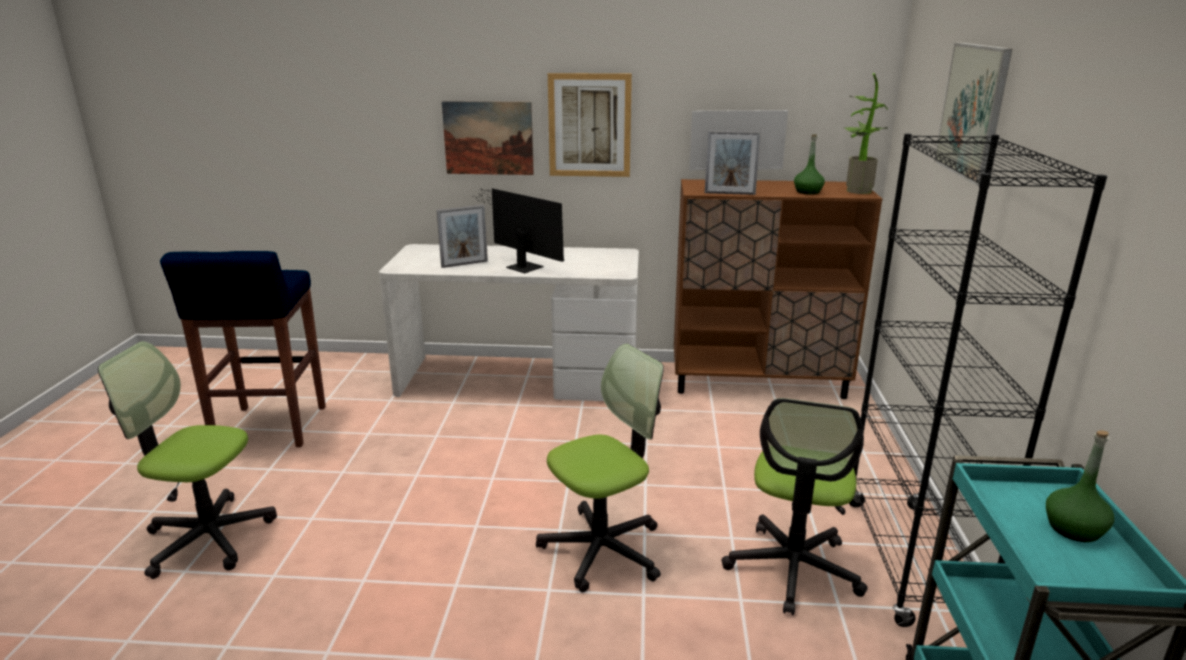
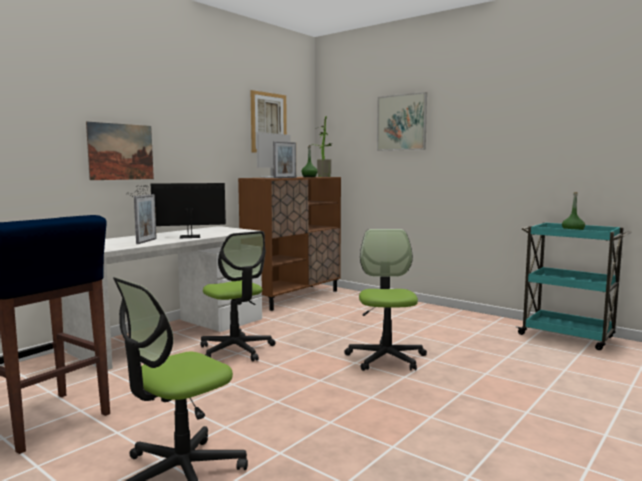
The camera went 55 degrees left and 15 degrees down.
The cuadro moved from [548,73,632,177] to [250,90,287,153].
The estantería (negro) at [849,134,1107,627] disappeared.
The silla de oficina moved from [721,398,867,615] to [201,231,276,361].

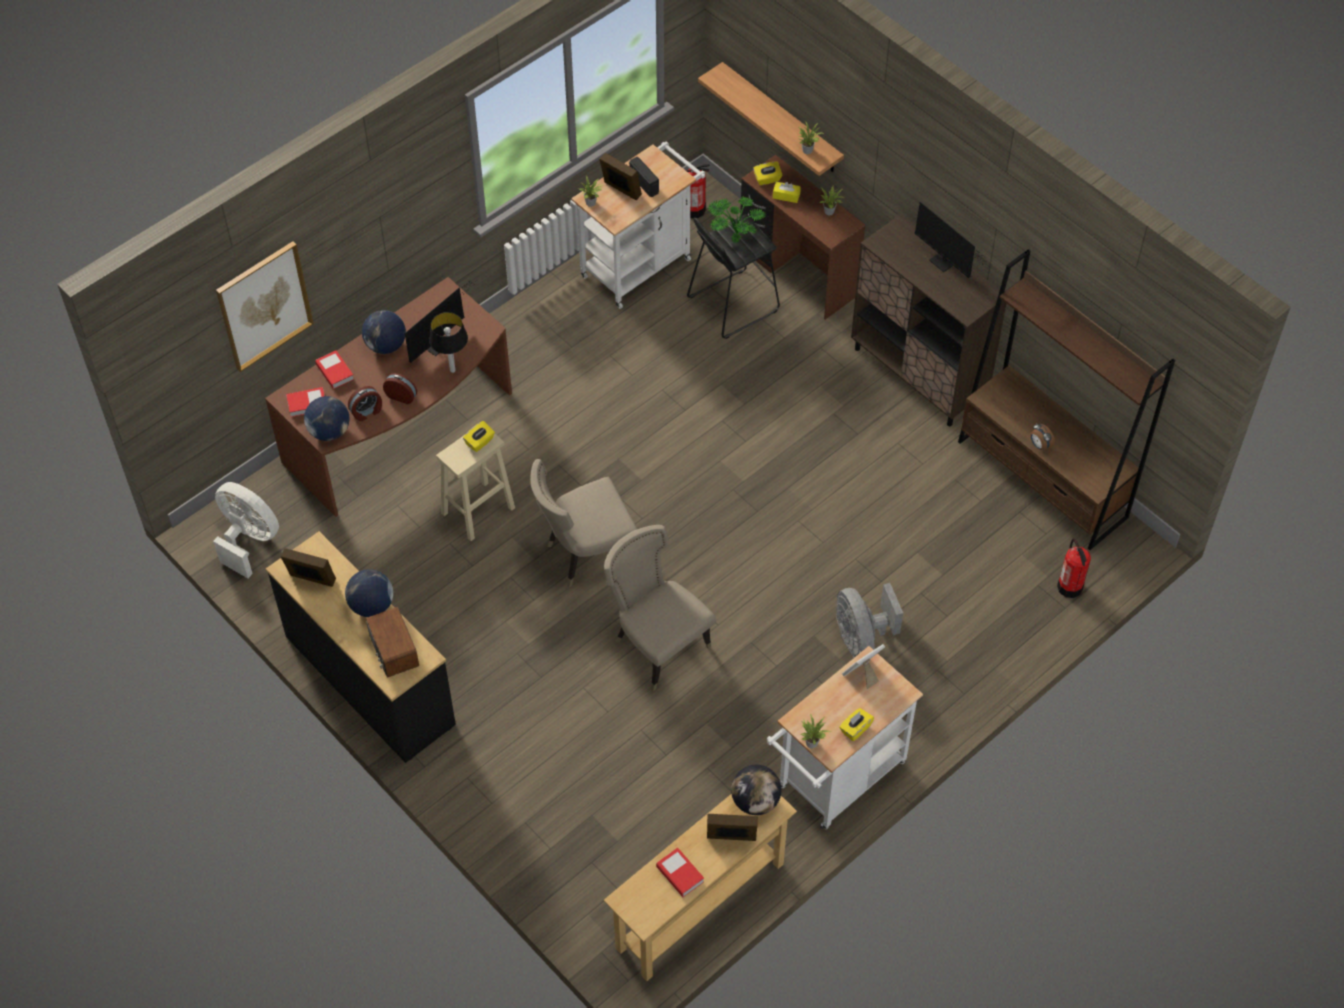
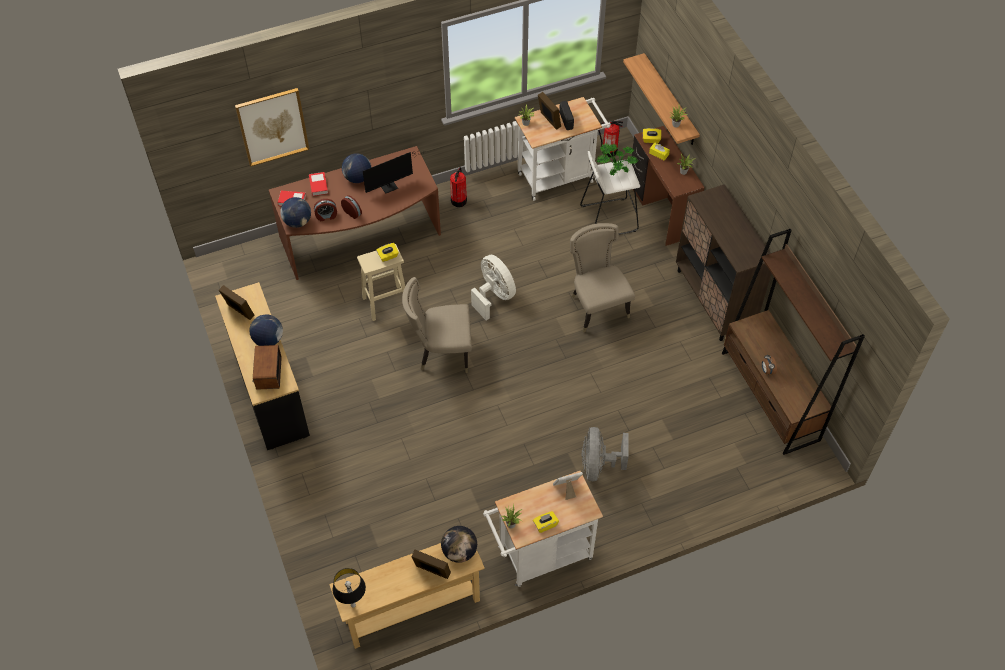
The camera went 20 degrees right and 0 degrees up.
The monitor at [915,202,990,278] disappeared.
The taburete (negro) at [687,214,780,339] became the taburete (blanco) at [580,151,640,235].
The lámpara de mesa moved from [429,312,468,373] to [333,568,366,608].
The ventilador (blanco) moved from [213,482,279,578] to [471,255,516,320].
The silla (beis) moved from [604,525,716,691] to [570,223,635,333].
The extintor moved from [1057,538,1091,598] to [450,167,467,207].
The libro at [656,848,704,897] disappeared.

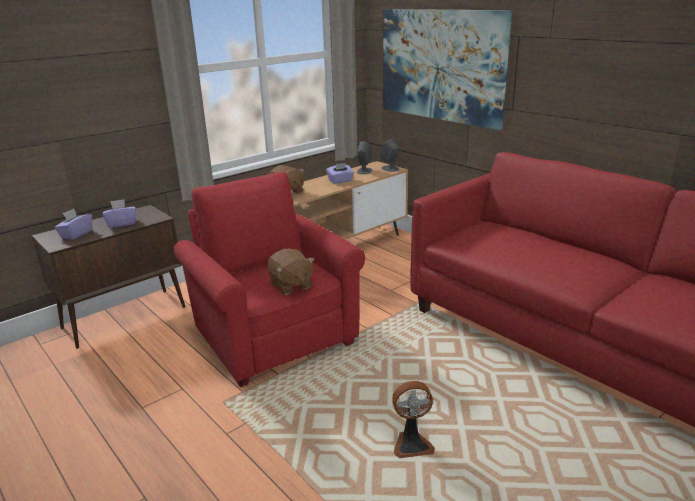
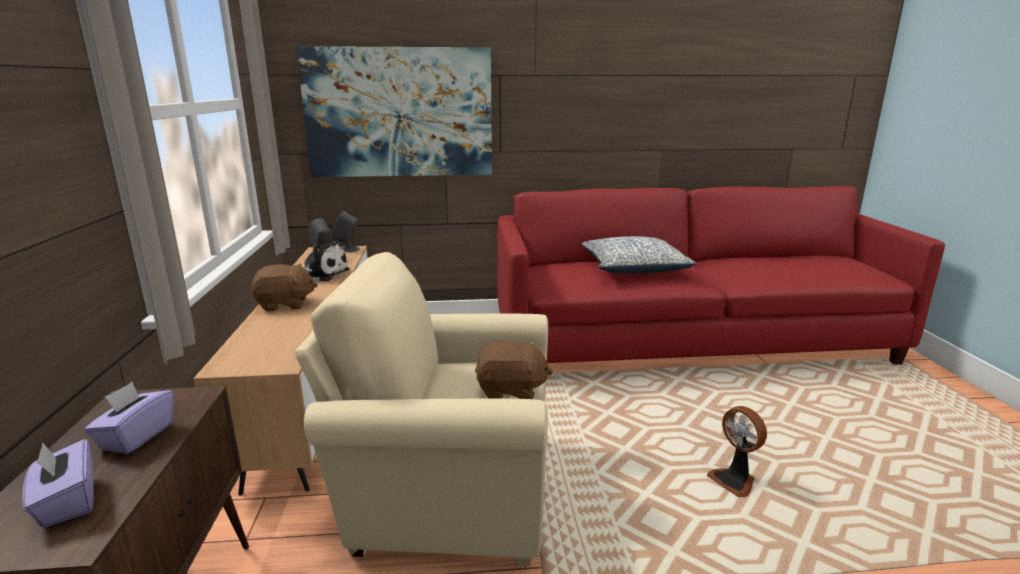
The camera went 55 degrees left and 5 degrees down.
The caja de pañuelos (morado) at [326,163,354,184] was replaced by the peluche at [304,240,350,282].
The sillón (rojo) at [174,172,365,387] became the sillón (beis) at [295,252,548,566].
The ventilador at [392,381,435,458] turned 120 degrees clockwise.
The cojín at [582,236,697,273] appeared.

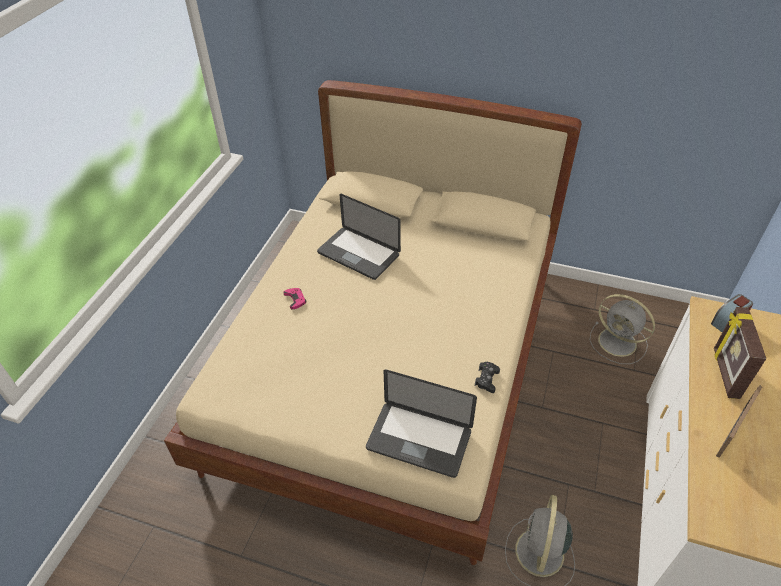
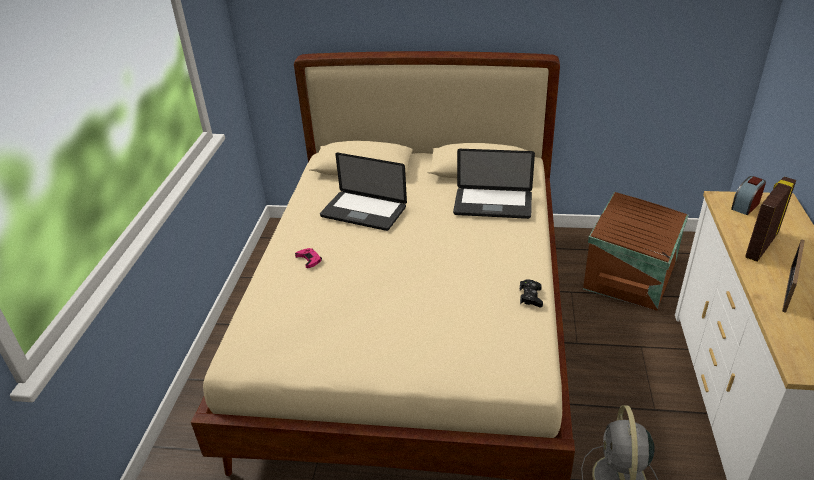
The camera went 10 degrees left and 10 degrees down.
The ventilador (gris) at [590,294,655,364] was replaced by the caja de almacenaje (marrón) at [583,192,688,311].
The portarretratos at [714,307,766,399] turned 45 degrees clockwise.
The portátil moved from [366,370,477,478] to [453,149,535,219].

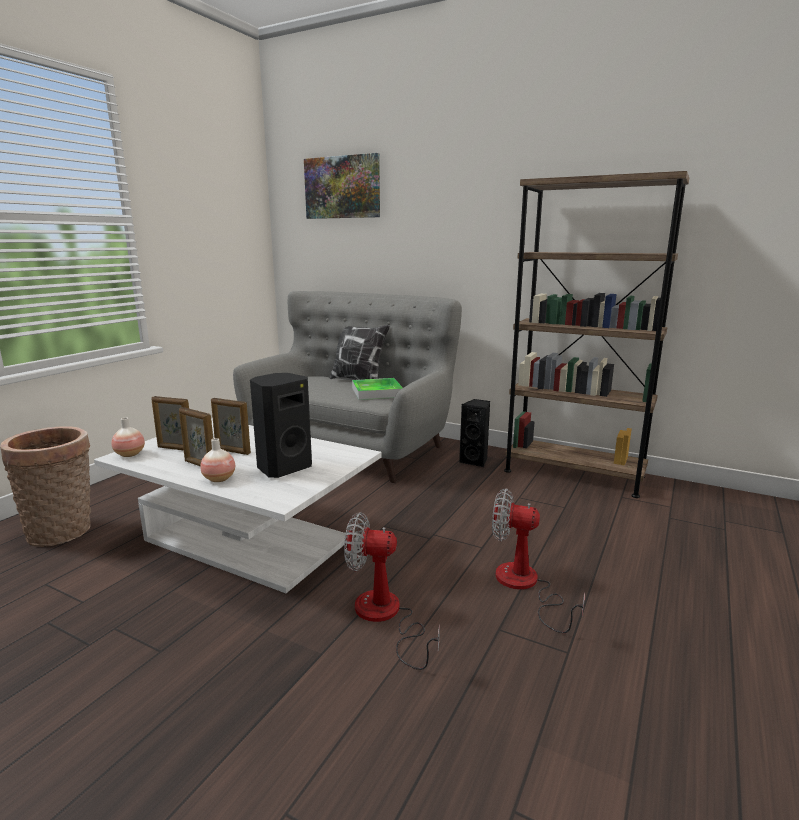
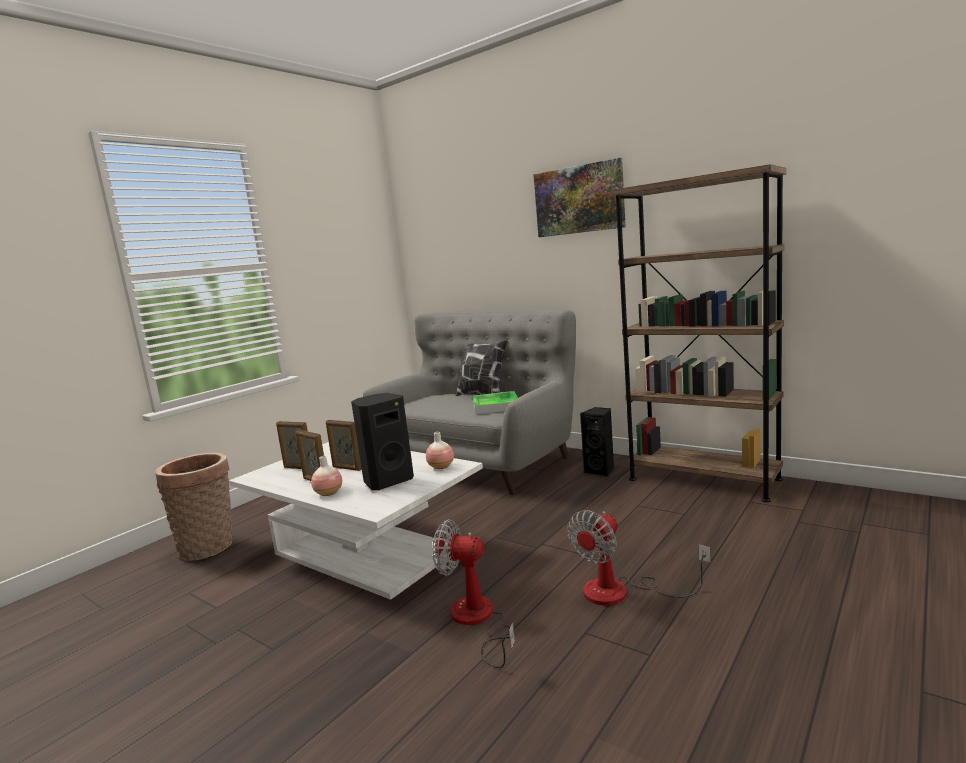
The camera went 10 degrees right and 5 degrees down.
The cuadro moved from [304,153,380,219] to [533,158,626,237].
The florero moved from [111,417,145,457] to [426,432,454,469].
The ventilador at [492,488,585,633] turned 75 degrees counterclockwise.

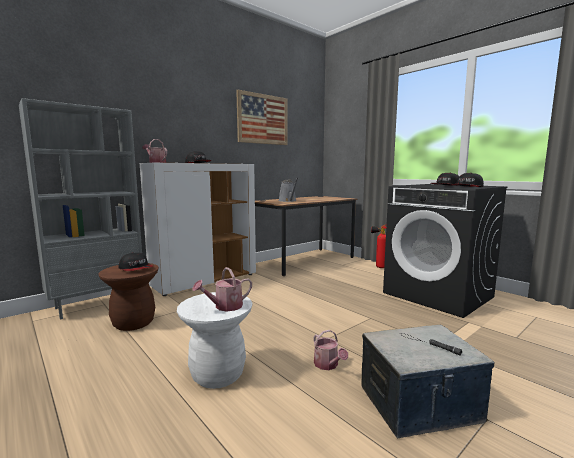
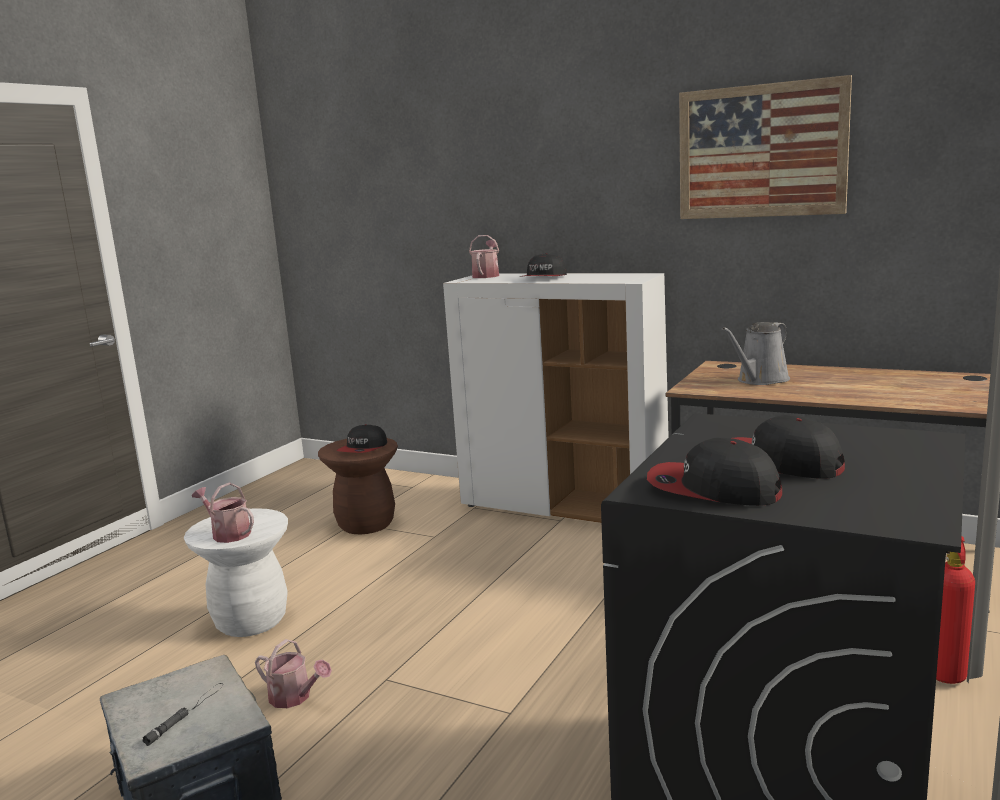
The camera went 70 degrees right and 5 degrees up.
The estantería (gris) at [19,98,142,319] disappeared.
The regadera at [313,330,348,370] turned 105 degrees counterclockwise.

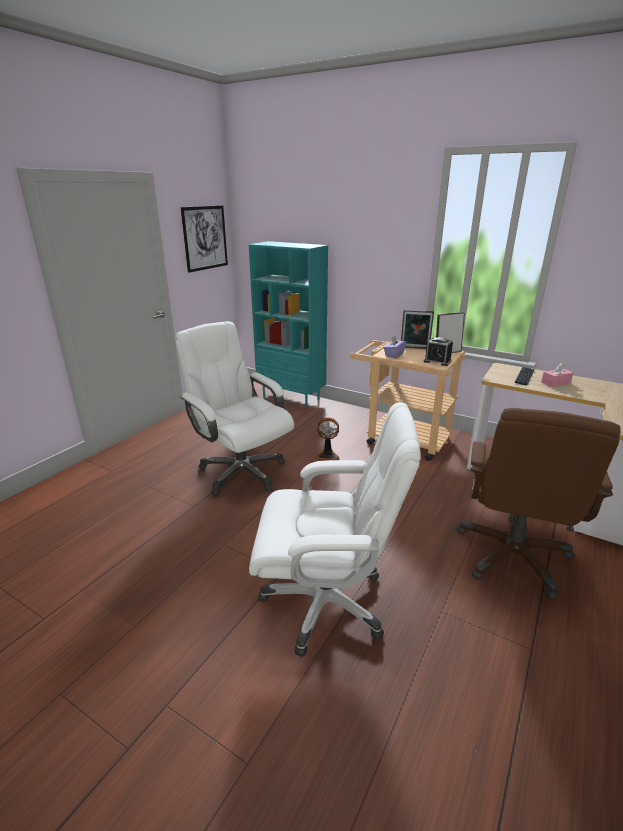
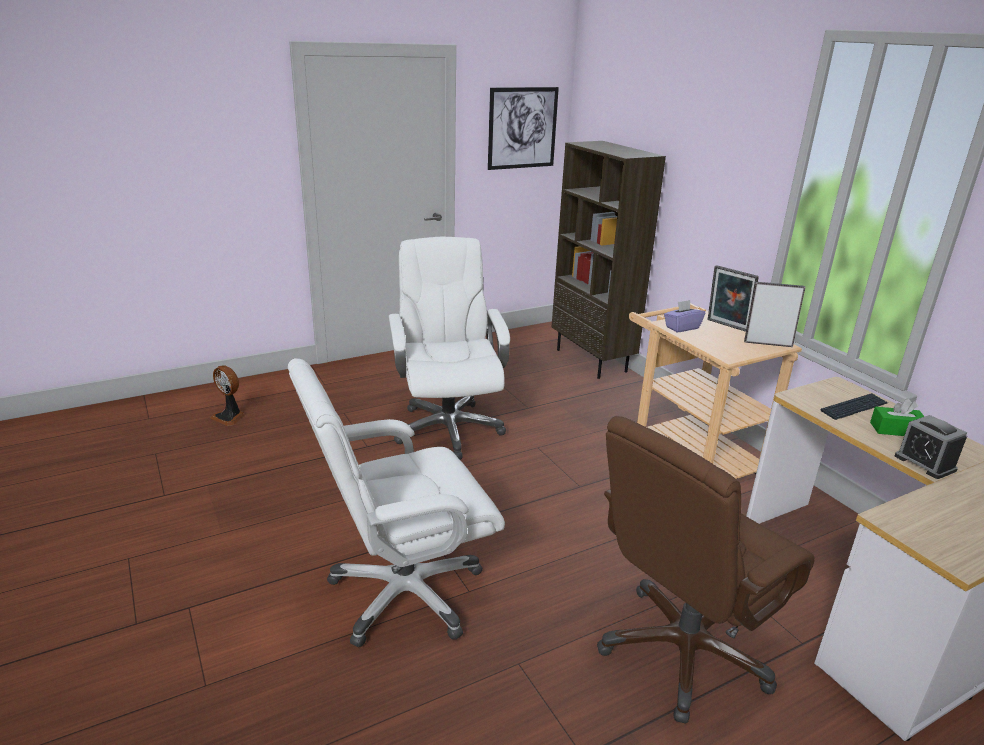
The camera went 30 degrees right and 0 degrees up.
The estantería (turquesa) at [249,241,328,408] became the estantería (marrón) at [551,141,666,379].
The despertador moved from [424,337,453,366] to [895,415,967,479].
The caja de pañuelos (rosa) at [541,362,573,387] became the caja de pañuelos (verde) at [870,398,925,436].
The silla de oficina (blanco) at [249,402,421,657] turned 120 degrees clockwise.
The ventilador moved from [316,417,340,461] to [211,365,244,426].

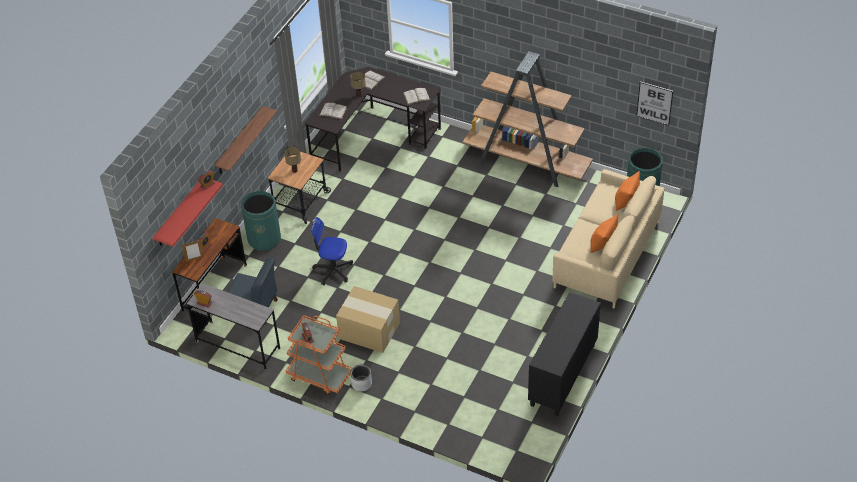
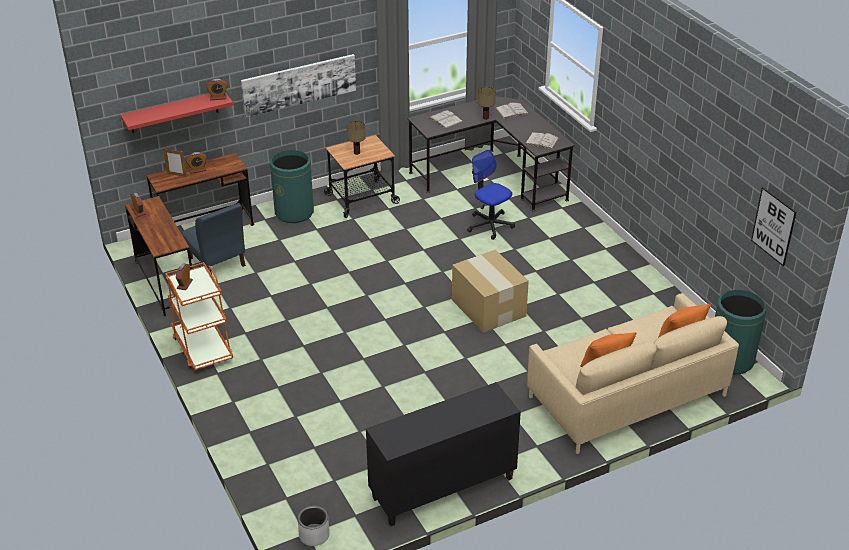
The camera went 35 degrees right and 10 degrees down.
The estantería (marrón) at [462,51,593,187] disappeared.
The estante at [214,106,277,174] was replaced by the cuadro at [241,54,356,117].
The silla de oficina moved from [311,217,353,285] to [467,150,515,240].
The escritorio (gris) at [187,283,280,369] became the escritorio (marrón) at [125,196,192,316].
The caja de cartón moved from [336,286,400,353] to [452,250,529,333].
The maceta (gris) moved from [350,365,372,391] to [298,506,330,546].

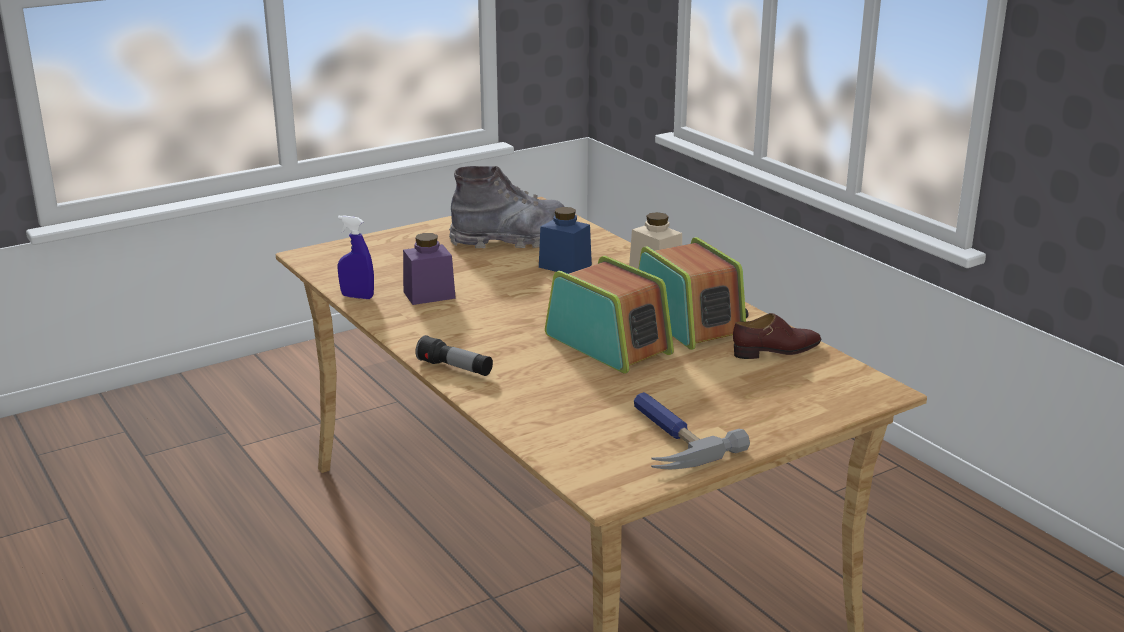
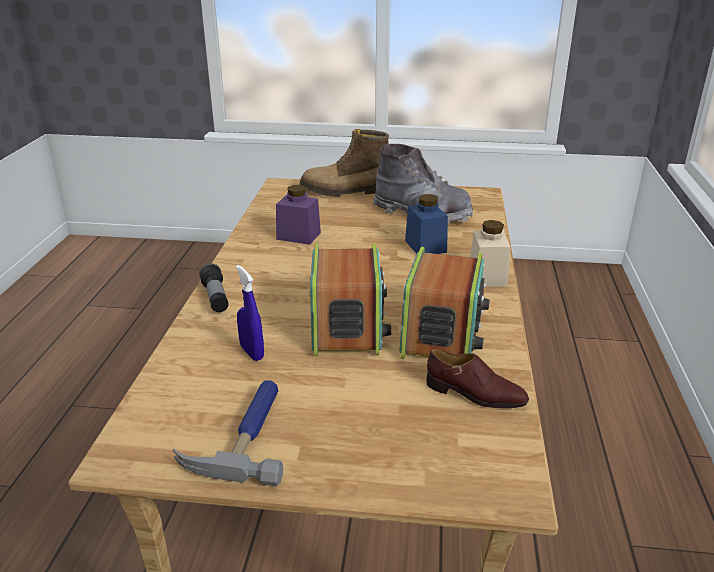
The camera went 40 degrees right and 5 degrees up.
The pulverizador (azul) moved from [338,215,374,299] to [236,265,264,361].
The bota at [299,129,389,197] appeared.

